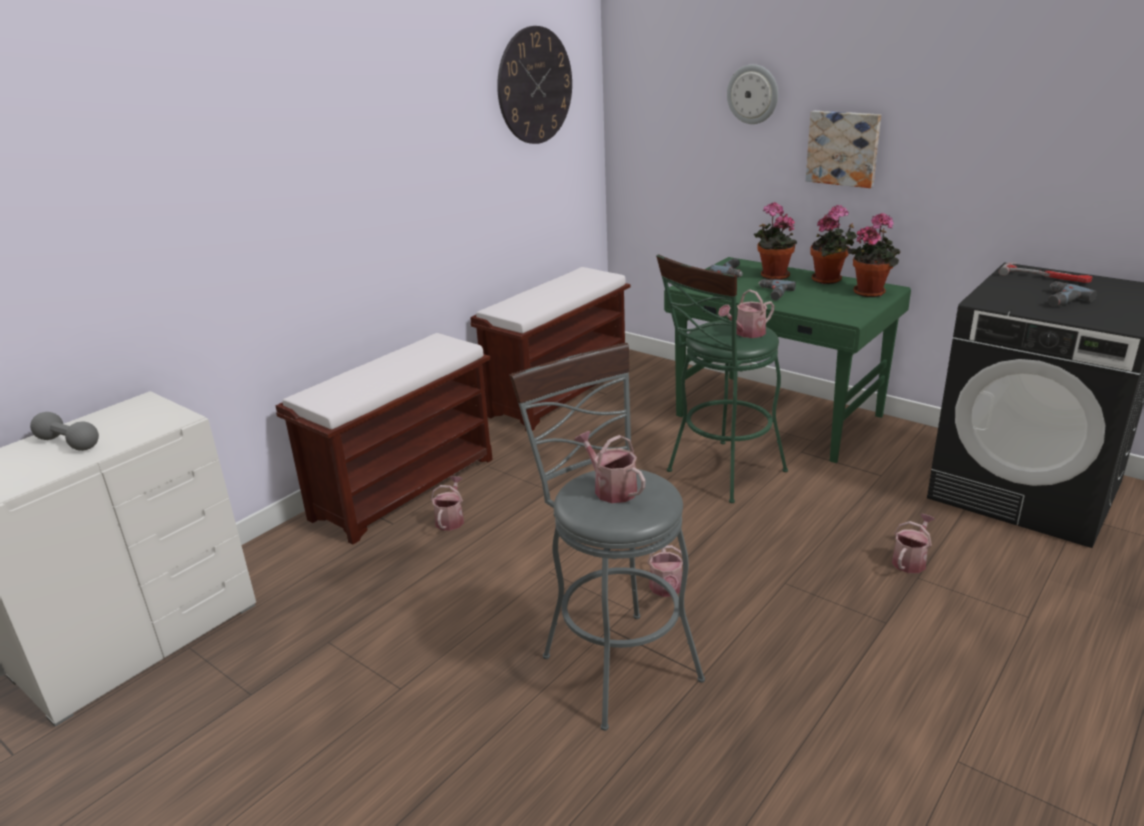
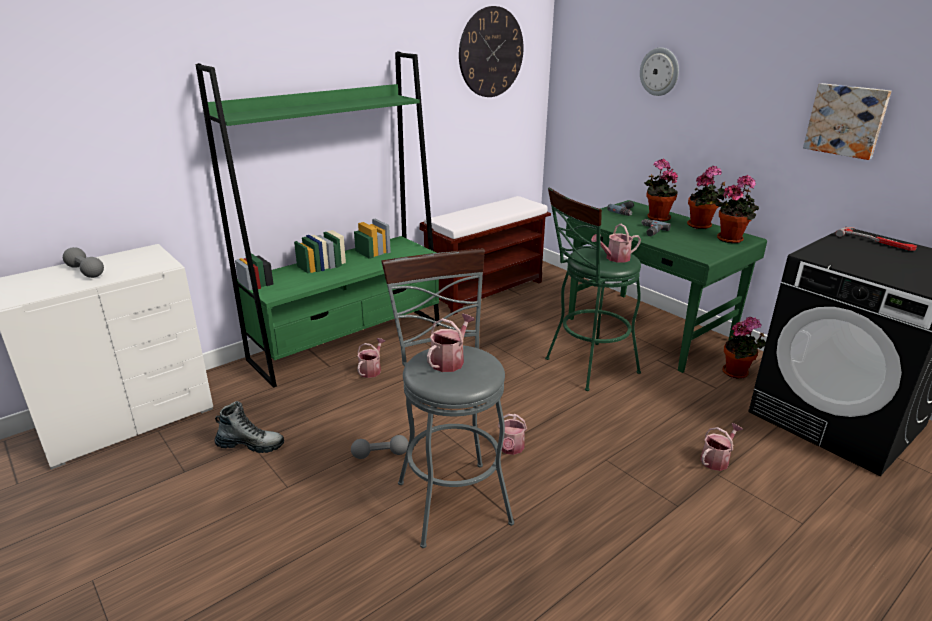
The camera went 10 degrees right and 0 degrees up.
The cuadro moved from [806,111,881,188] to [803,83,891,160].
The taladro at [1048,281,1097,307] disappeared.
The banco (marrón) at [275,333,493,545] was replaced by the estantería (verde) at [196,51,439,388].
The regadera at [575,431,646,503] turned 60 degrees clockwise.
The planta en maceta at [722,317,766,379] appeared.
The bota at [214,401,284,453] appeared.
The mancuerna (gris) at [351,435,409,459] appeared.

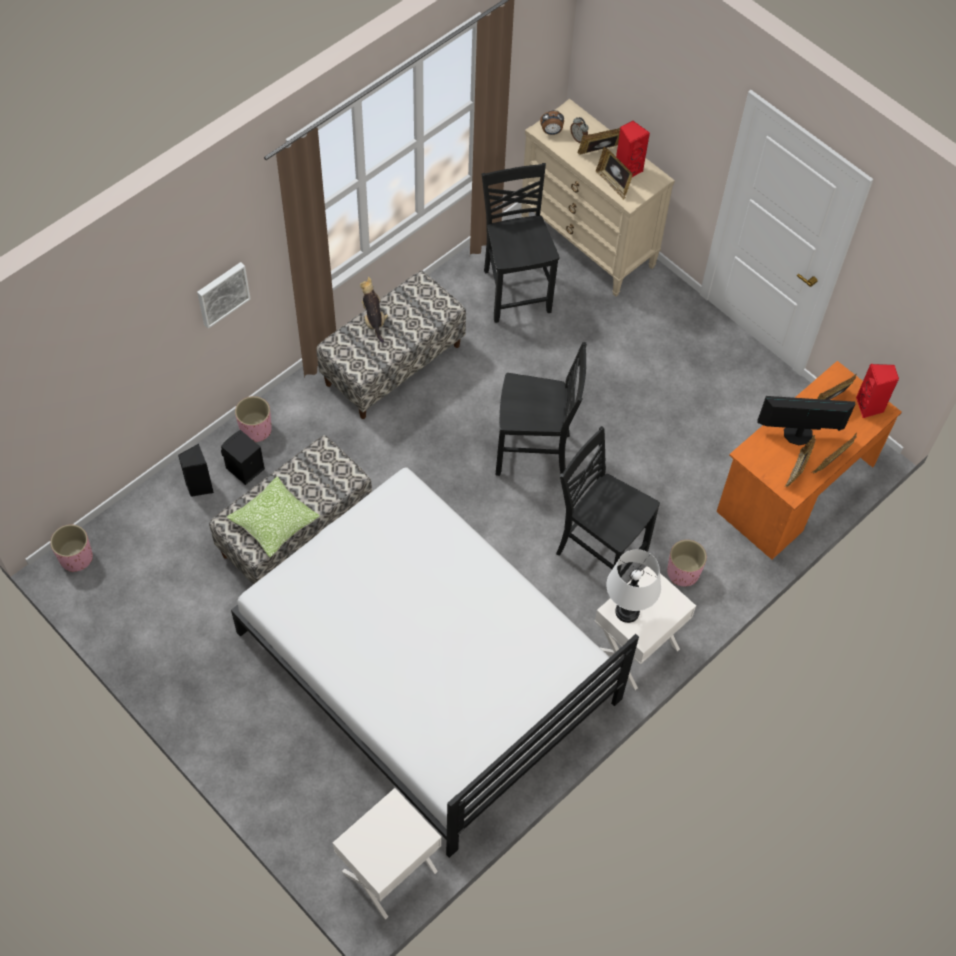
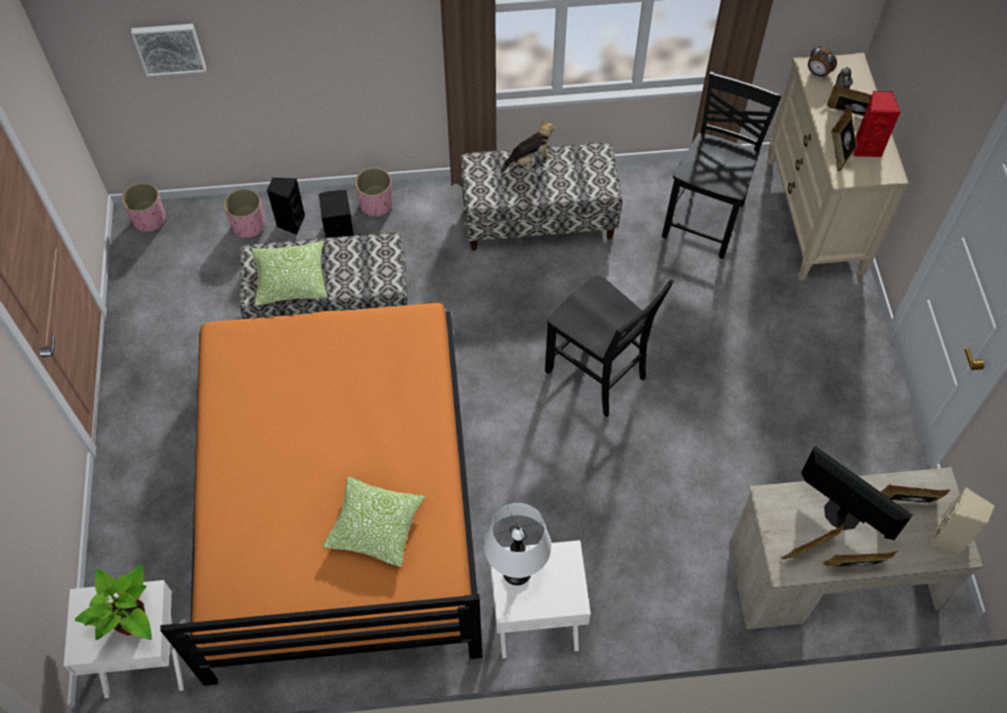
The camera went 40 degrees right and 0 degrees up.
The cuadro moved from [197,262,251,329] to [131,24,206,77].
The peluche at [360,277,388,343] turned 45 degrees clockwise.
The escritorio (naranja) at [716,361,902,559] became the escritorio (beis) at [729,467,983,629].
The altavoz (rojo) at [856,364,899,418] became the altavoz (beis) at [930,487,995,553].
The silla (negro) at [556,426,660,578] disappeared.
The cama (blanco) at [231,467,639,858] became the cama (naranja) at [160,303,483,686].
The maceta (rosa) moved from [667,540,707,586] to [224,188,265,238].
The cojín at [323,477,425,567] appeared.
The planta en maceta at [75,564,152,640] appeared.

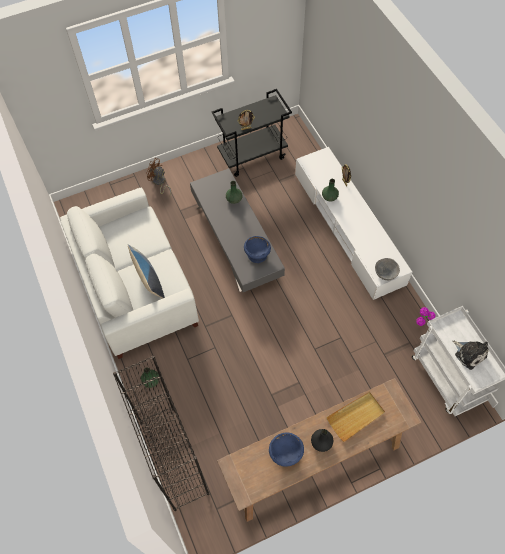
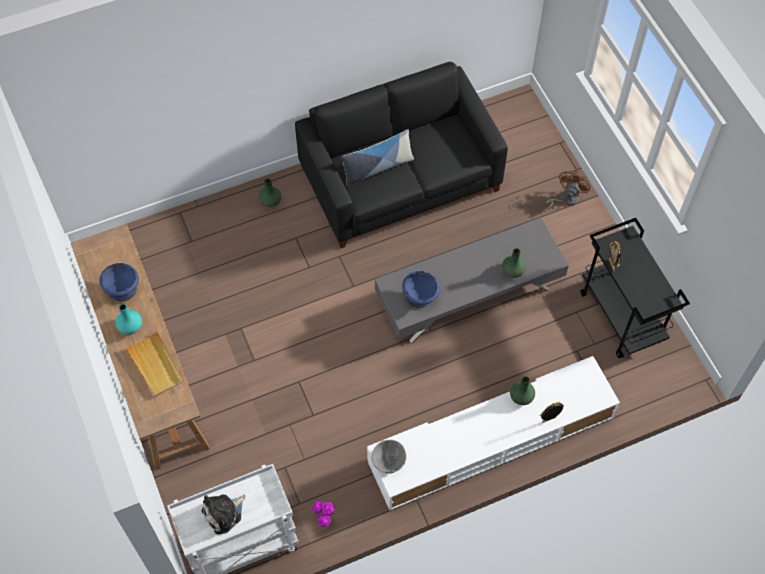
The camera went 90 degrees right and 0 degrees up.
The sofá (blanco) at [60,188,199,359] became the sofá (negro) at [295,62,508,249].
The estantería (negro) at [113,356,209,511] disappeared.
The florero (negro) at [311,429,333,452] became the florero (turquesa) at [116,304,142,335].

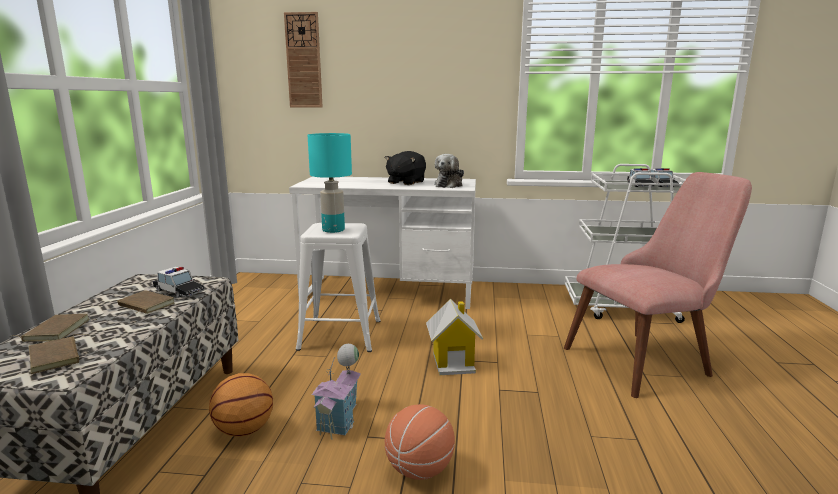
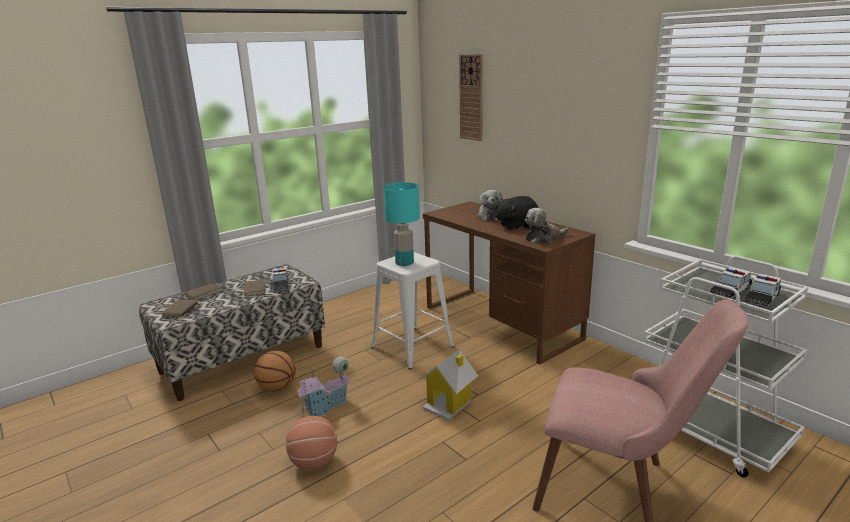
The camera went 45 degrees right and 5 degrees up.
The escritorio (blanco) at [289,176,476,309] became the escritorio (marrón) at [423,201,595,364].
The peluche at [476,190,502,221] appeared.

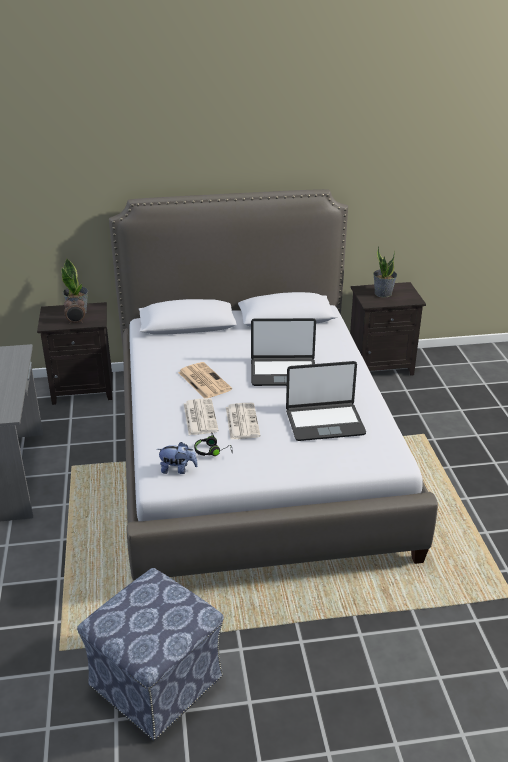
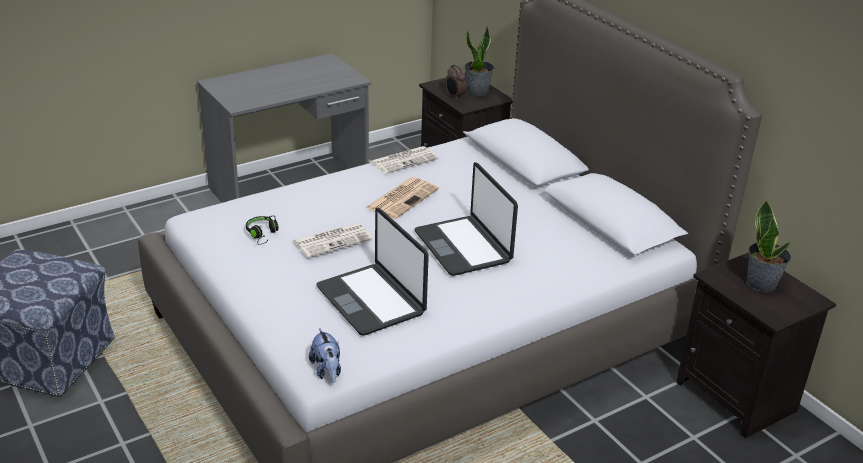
The camera went 65 degrees right and 0 degrees up.
The periódico moved from [184,398,219,435] to [370,146,439,174].
The peluche moved from [157,442,198,474] to [309,328,341,383].

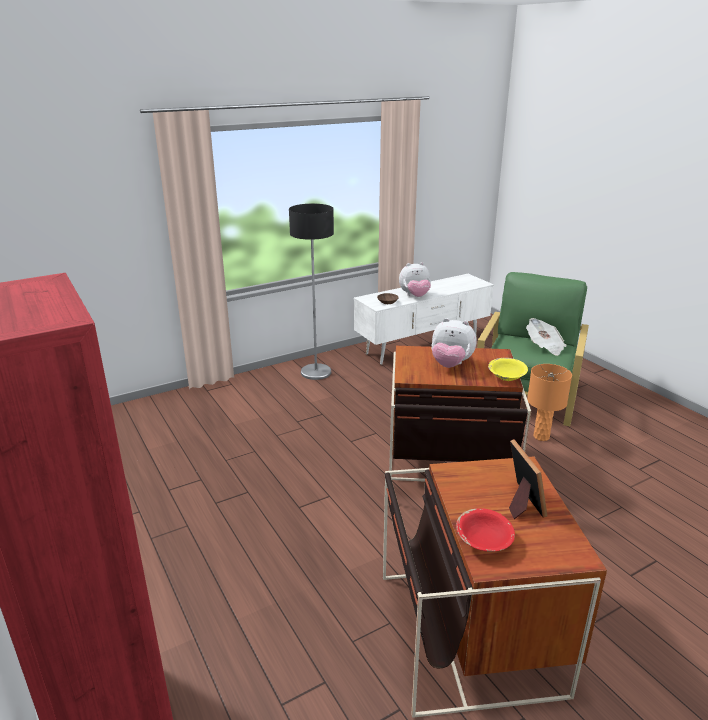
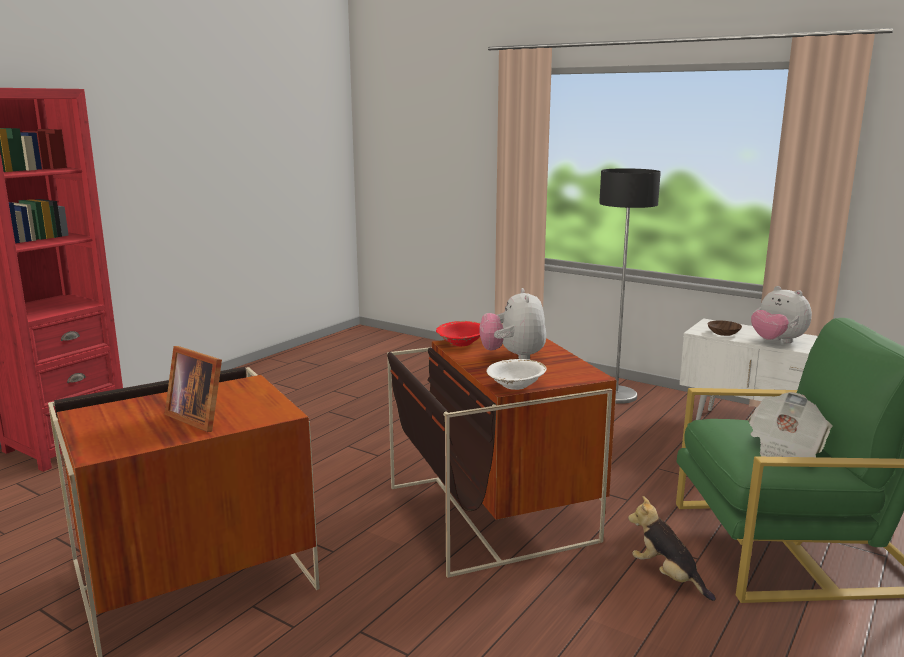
The camera went 65 degrees right and 10 degrees down.
The cuenco (amarillo) at [488,358,528,381] became the cuenco (blanco) at [487,359,546,390].
The lámpara de mesa (naranja) at [527,364,572,441] was replaced by the peluche at [628,496,716,601].
The portarretratos at [509,439,547,519] turned 75 degrees clockwise.
The cuenco (rojo) moved from [456,508,515,552] to [436,321,480,346].

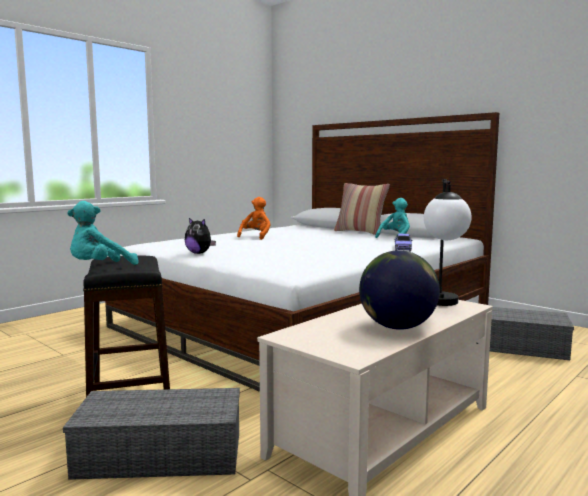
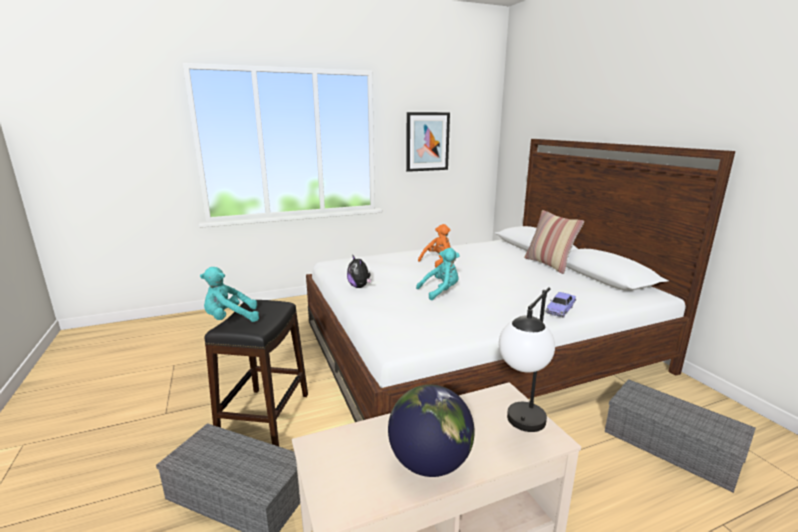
The camera went 25 degrees right and 10 degrees up.
The peluche (turquesa) moved from [375,198,410,238] to [416,248,460,300].
The cuadro at [406,112,450,172] appeared.

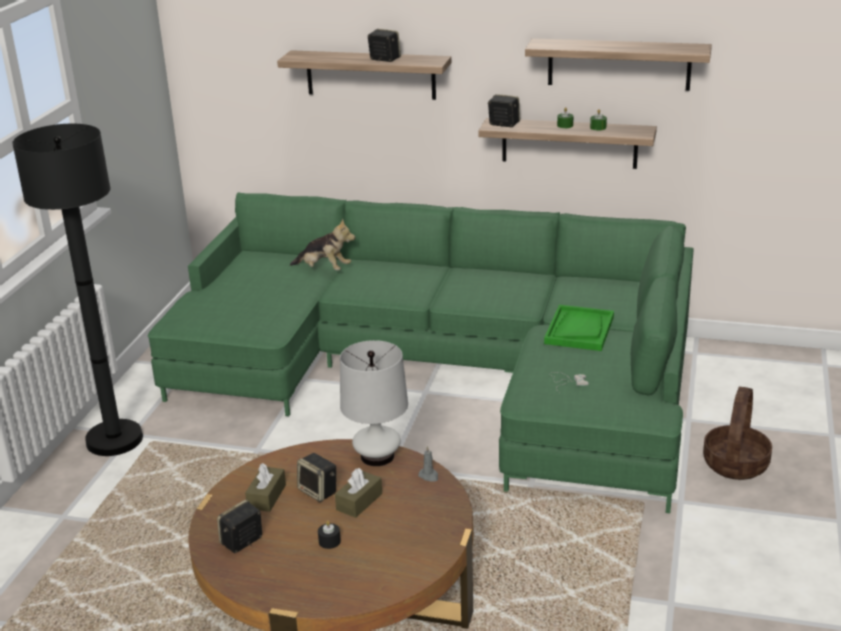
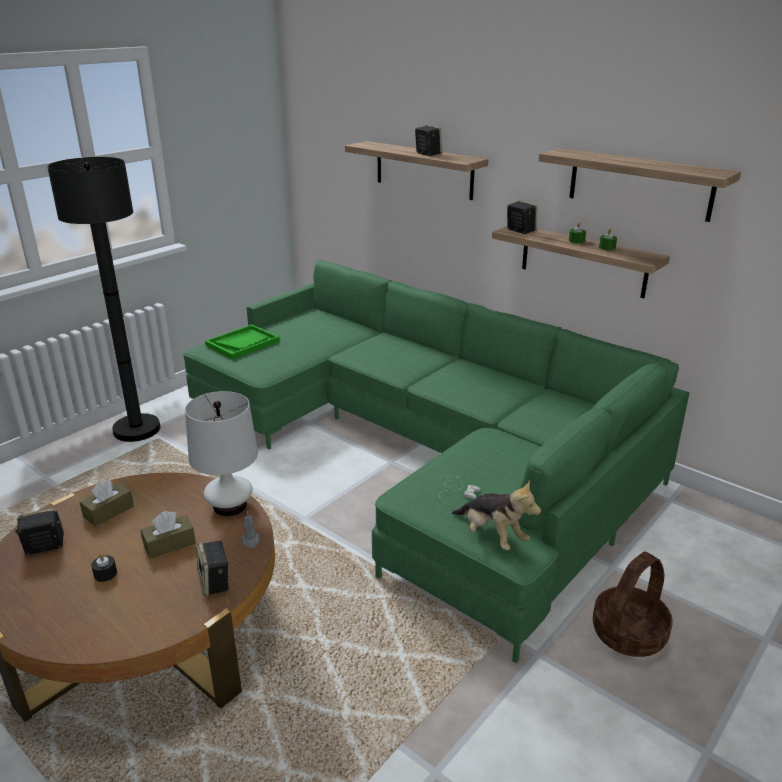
The camera went 25 degrees right and 0 degrees up.
The peluche moved from [290,218,355,271] to [452,480,541,550].
The bandeja (verde) moved from [544,305,614,351] to [205,325,280,360].
The altavoz moved from [297,453,336,502] to [197,541,231,596].

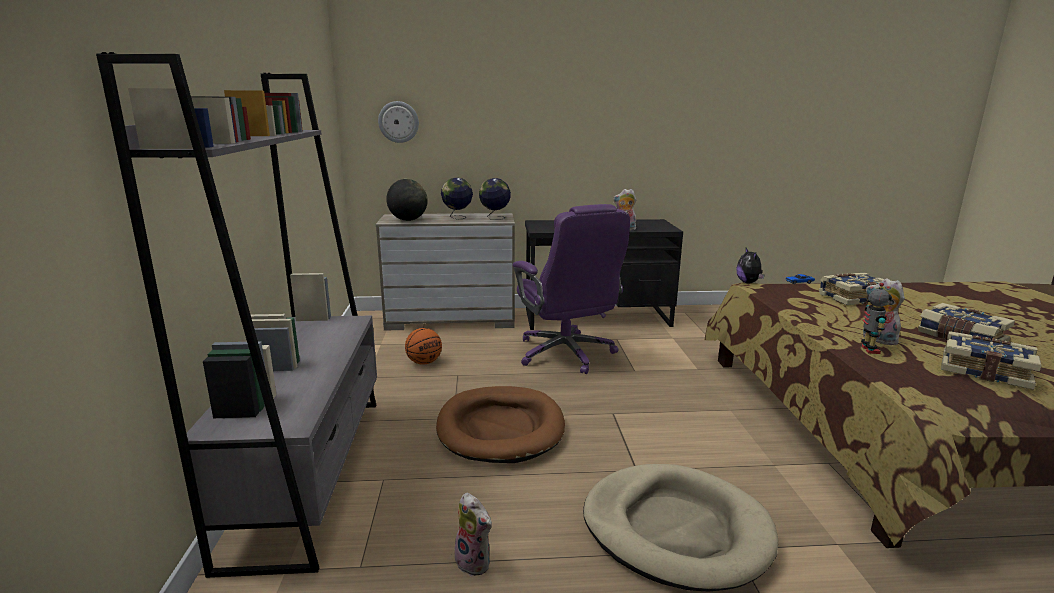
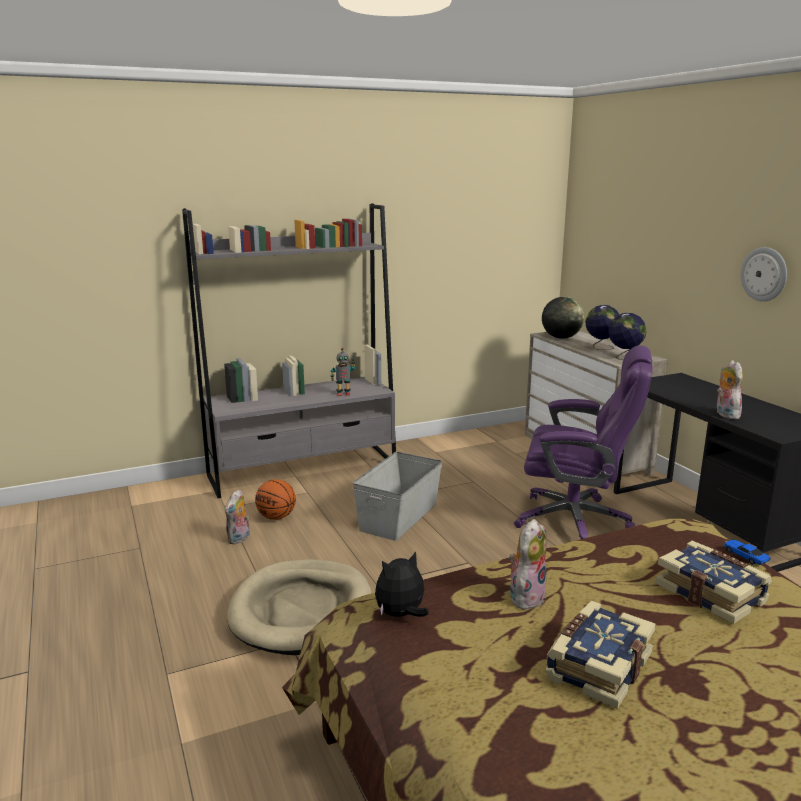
The camera went 70 degrees right and 0 degrees up.
The reloj de pared moved from [378,101,419,143] to [741,247,787,302].
The silla de oficina (morado) at [513,204,630,374] turned 120 degrees counterclockwise.
The peluche moved from [736,248,765,283] to [375,551,429,617].
The robot de juguete moved from [861,282,892,354] to [331,348,355,396].
The balón de baloncesto moved from [405,328,442,365] to [255,479,296,520].
The libro at [941,331,1042,390] disappeared.
The cama para perro (marrón) at [436,386,565,463] was replaced by the caja de almacenaje (gris) at [352,452,442,541].

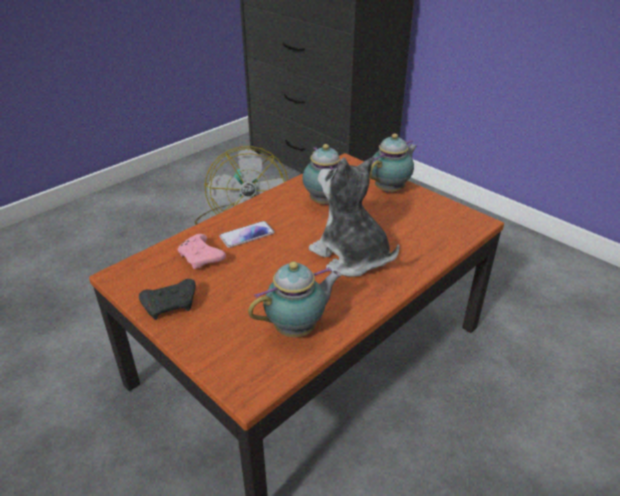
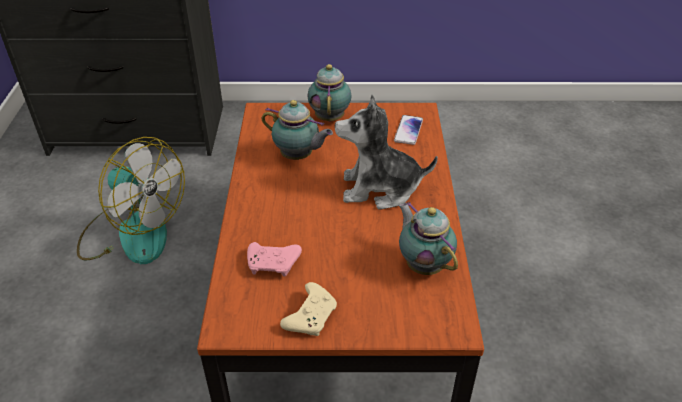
The camera went 45 degrees left and 5 degrees up.
The móvil moved from [219,221,275,248] to [394,115,423,145].
The tetera at [248,261,342,337] turned 45 degrees counterclockwise.
The mando de consola (negro) at [139,279,196,320] became the mando de consola (beis) at [280,282,337,336].

